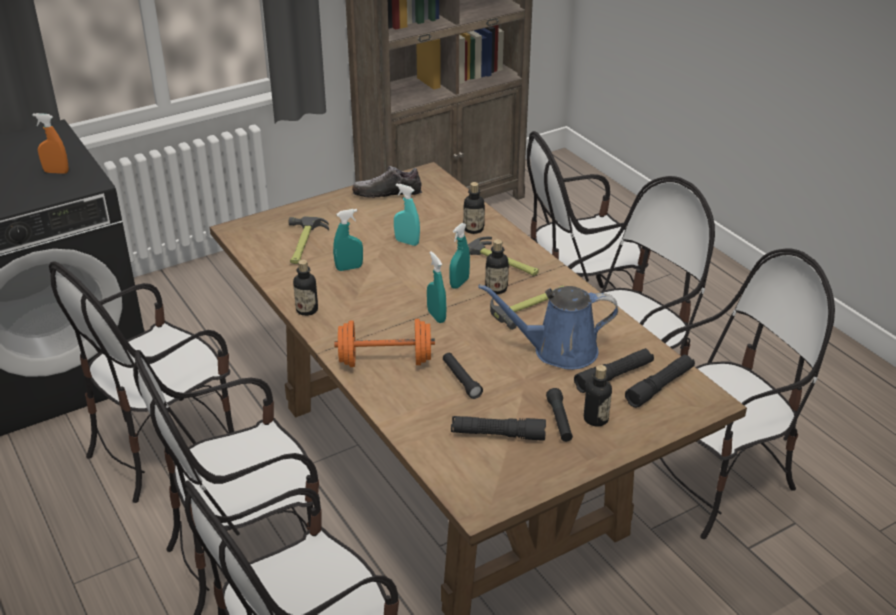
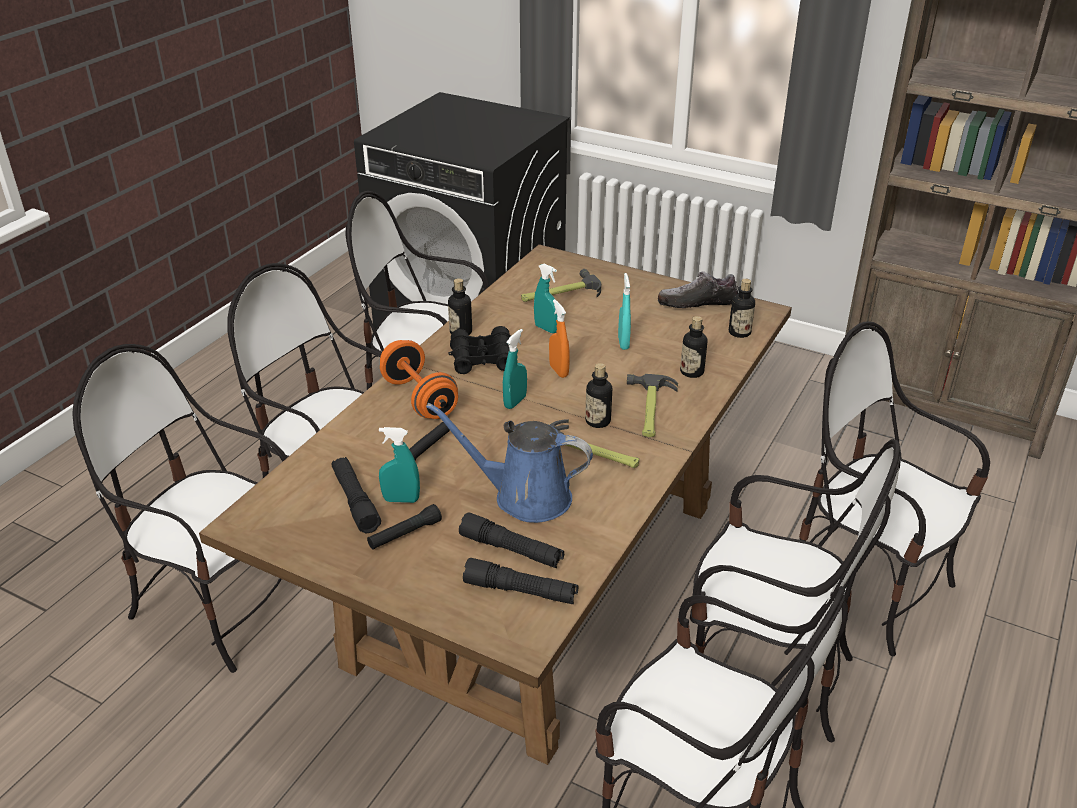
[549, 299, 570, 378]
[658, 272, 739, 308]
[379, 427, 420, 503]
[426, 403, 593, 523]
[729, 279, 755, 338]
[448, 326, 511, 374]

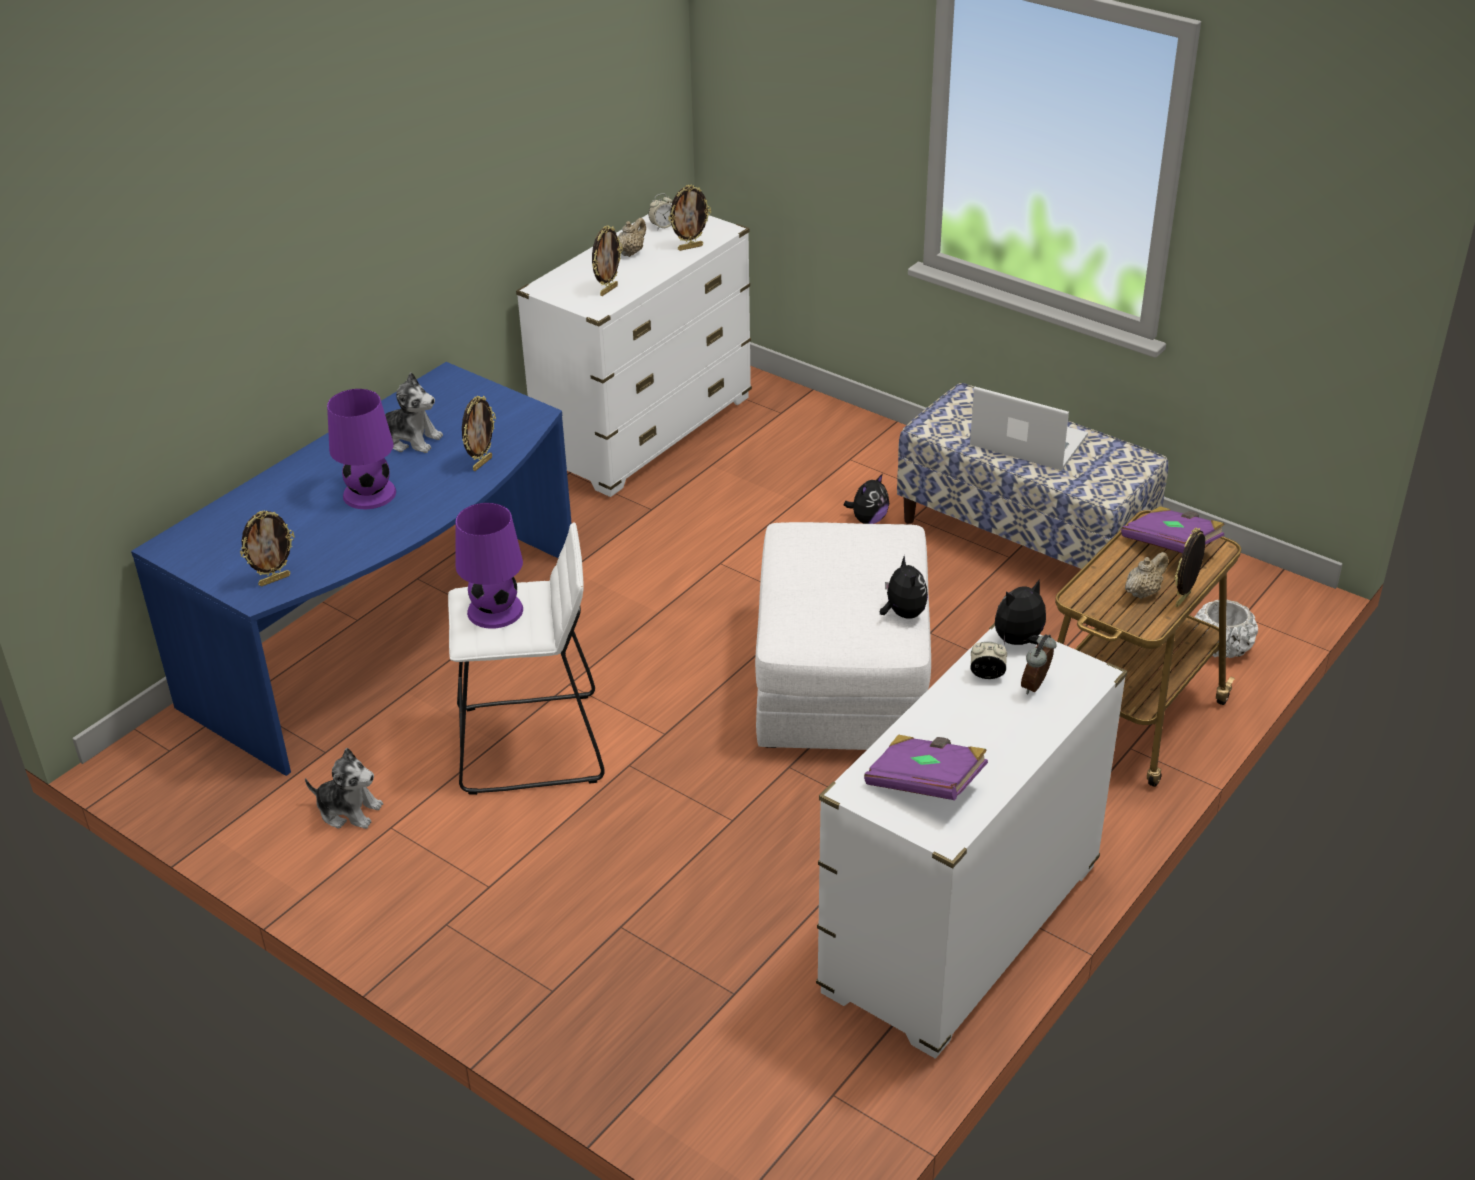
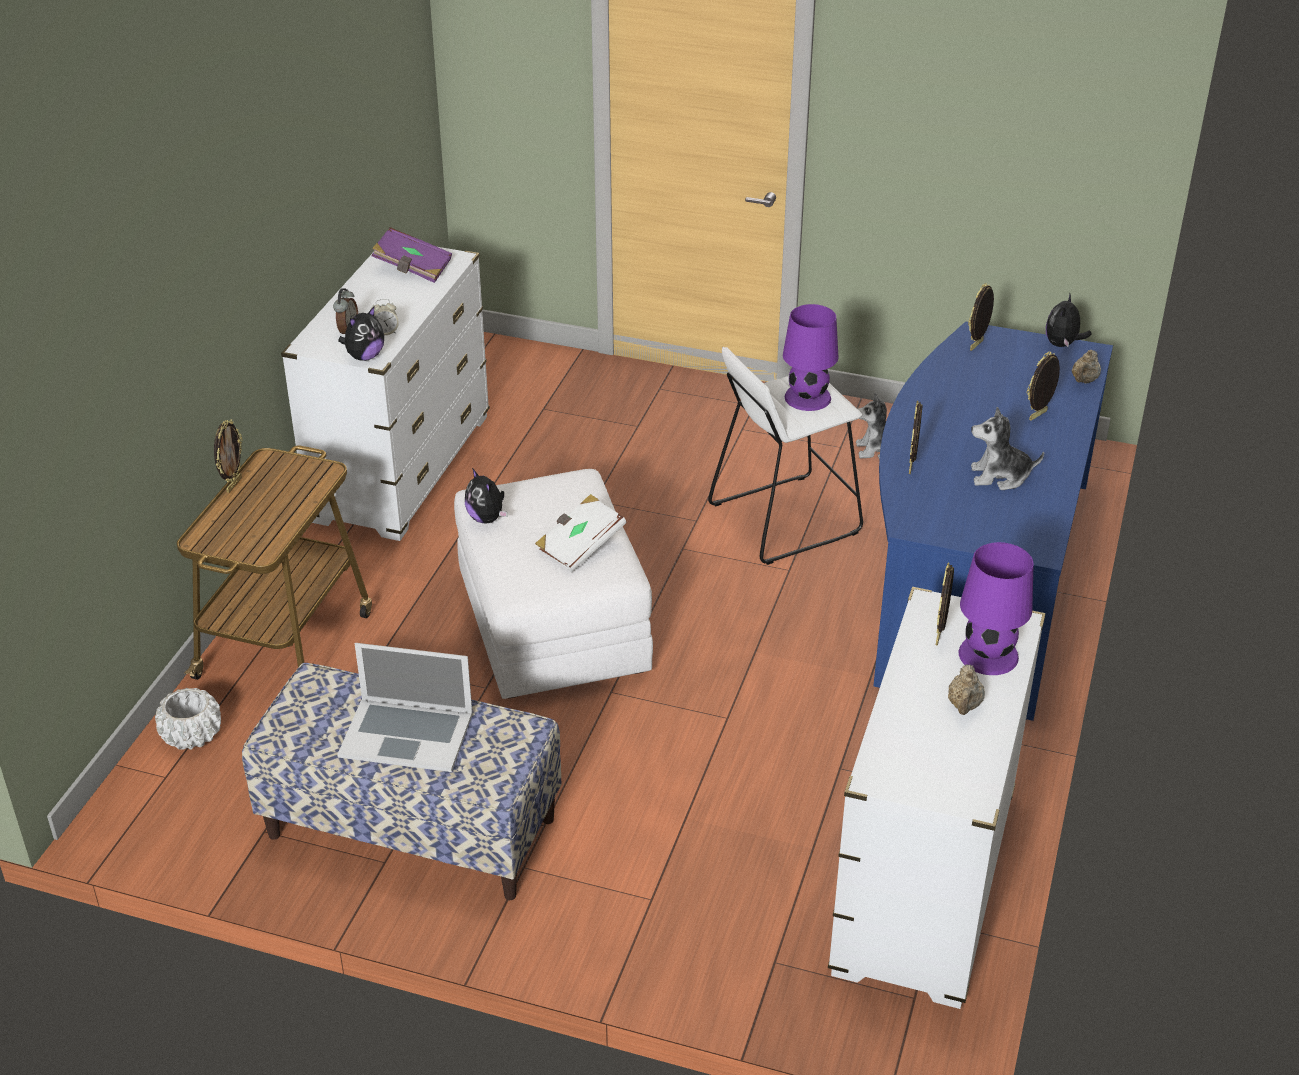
[1027, 352, 1060, 421]
[648, 193, 672, 230] (first image)
[959, 542, 1034, 675]
[1046, 294, 1092, 348]
[1121, 506, 1225, 553] (first image)
[1072, 350, 1101, 383]
[535, 494, 627, 573]

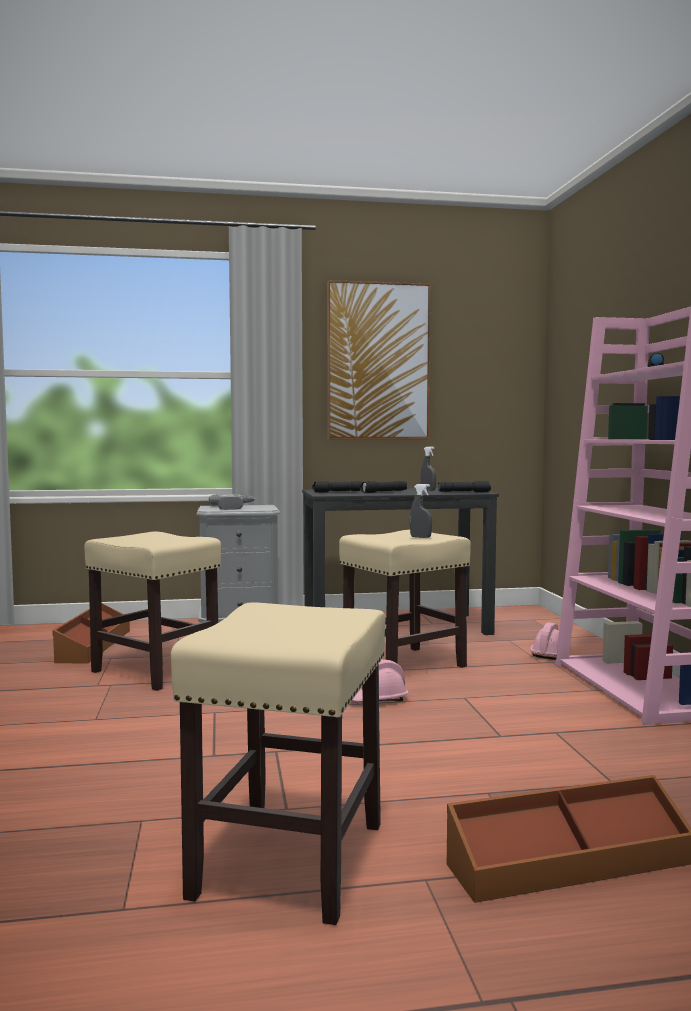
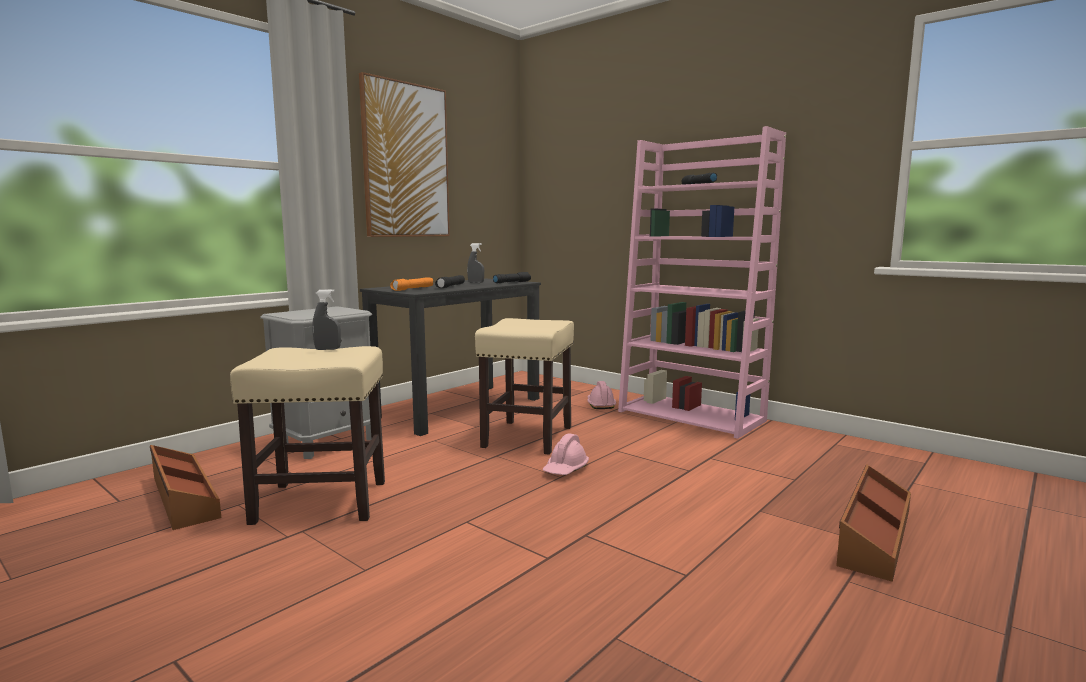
[390, 277, 433, 291]
[312, 289, 341, 350]
[209, 494, 255, 510] (first image)
[171, 602, 385, 925] (first image)

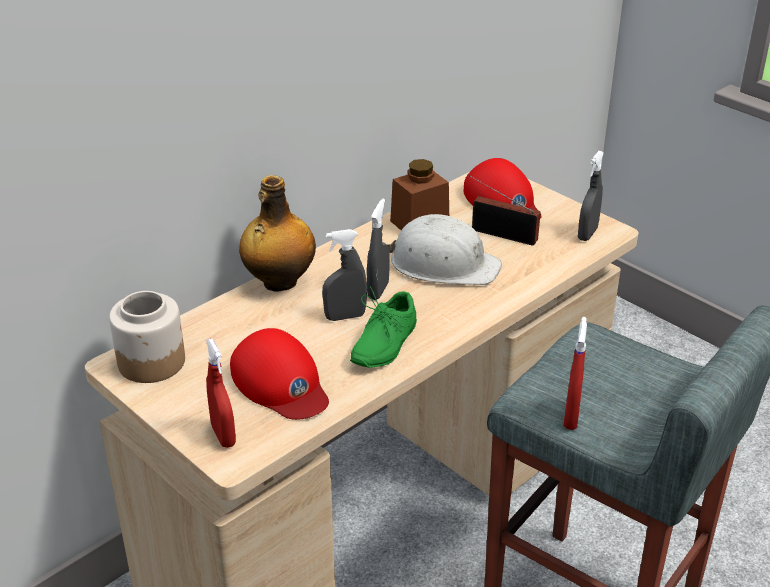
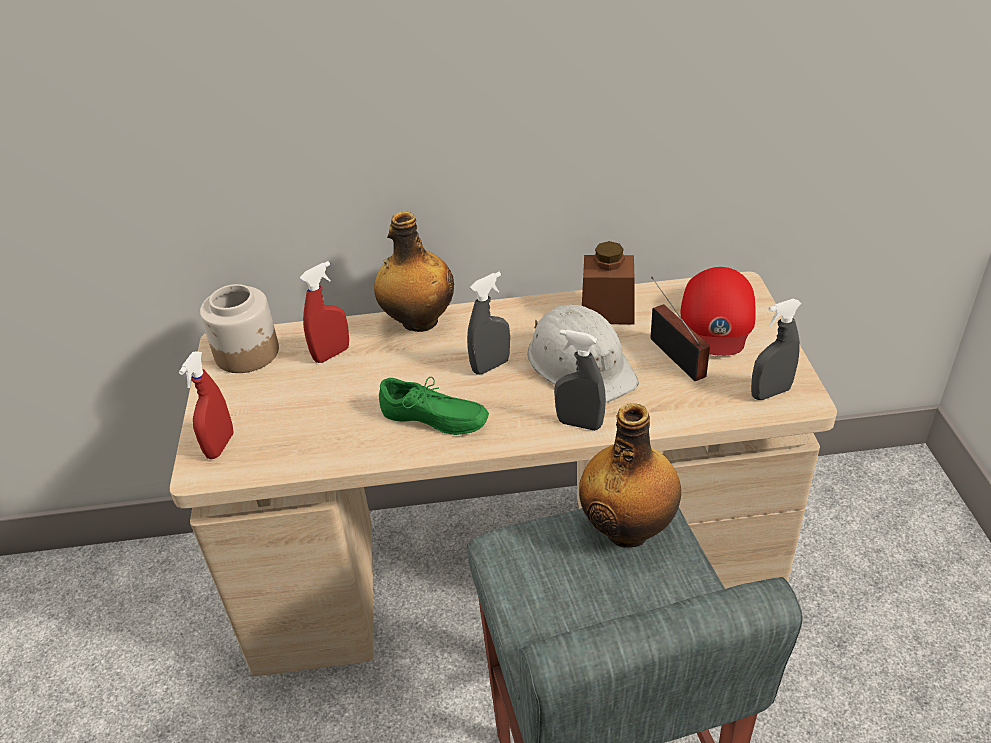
[554, 330, 606, 431]
[379, 377, 489, 435]
[300, 261, 349, 363]
[230, 328, 329, 420] (first image)
[579, 403, 681, 548]

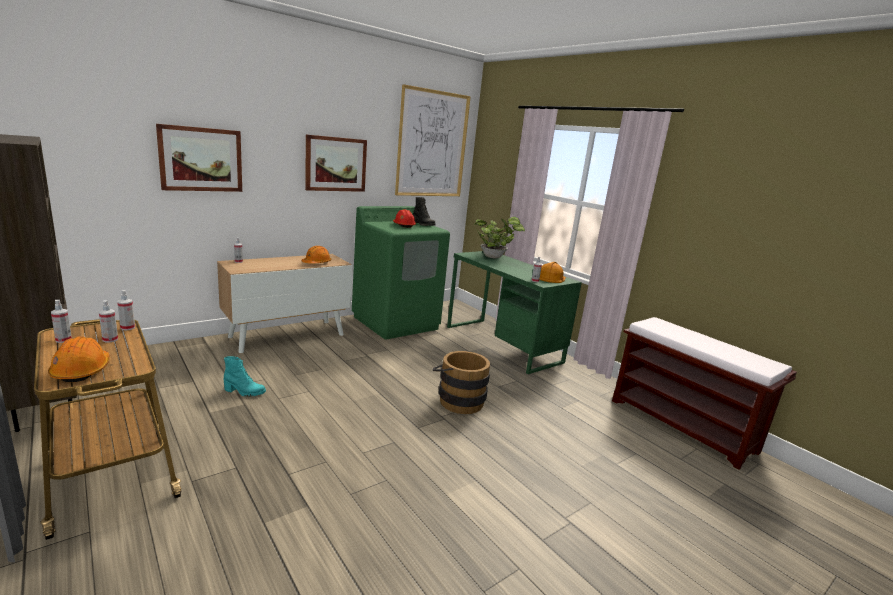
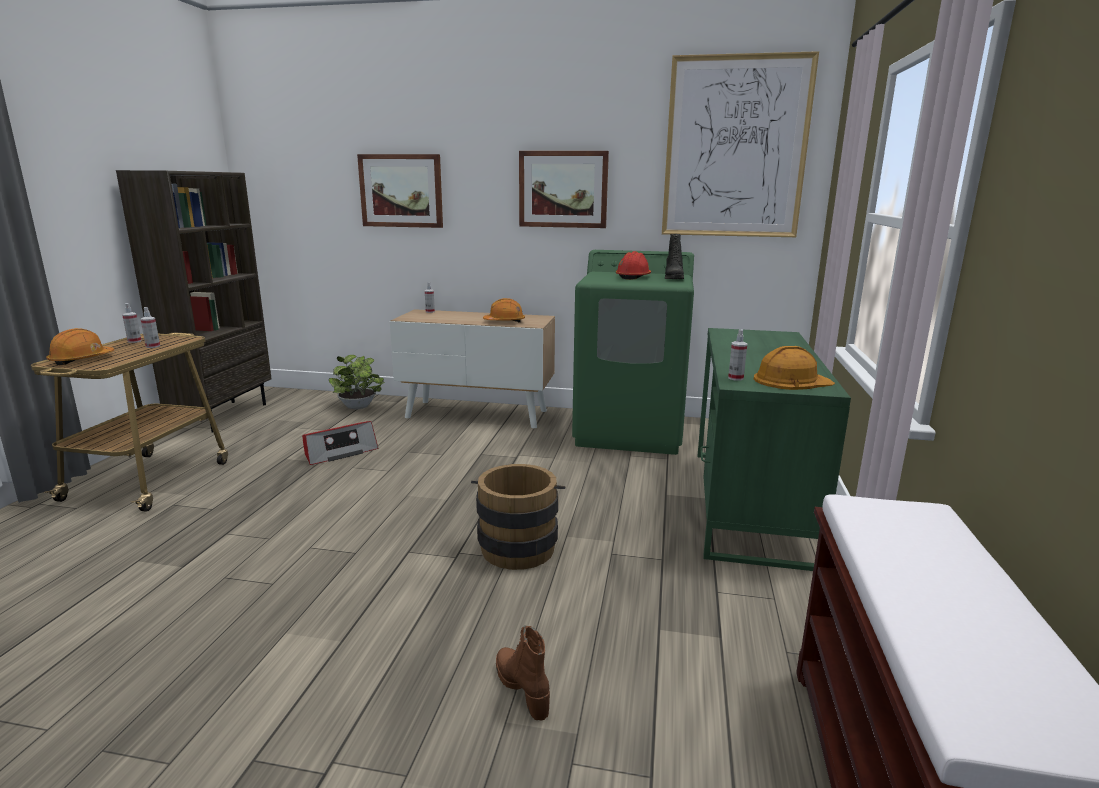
[329, 355, 384, 409]
[117, 290, 135, 330] (first image)
[302, 421, 378, 465]
[496, 626, 550, 721]

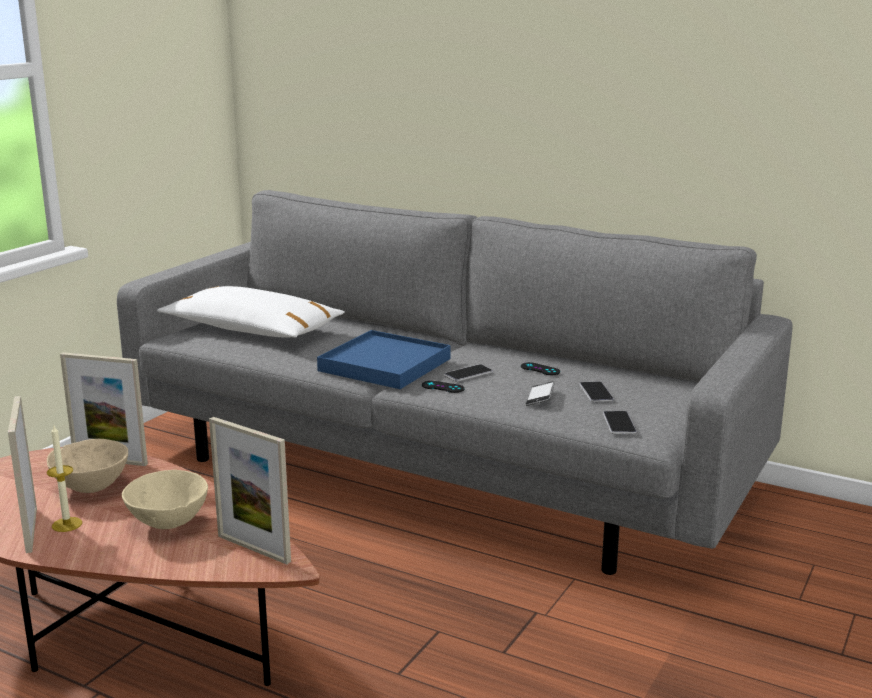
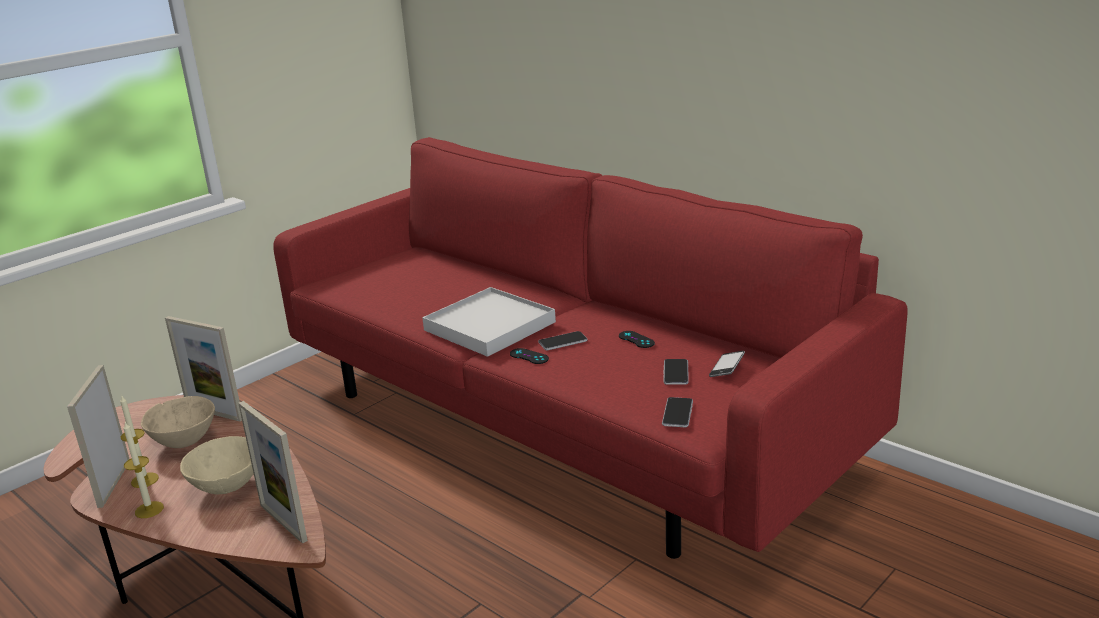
[273, 137, 908, 559]
[158, 286, 345, 338] (first image)
[422, 287, 556, 357]
[709, 351, 745, 377]
[124, 422, 164, 518]

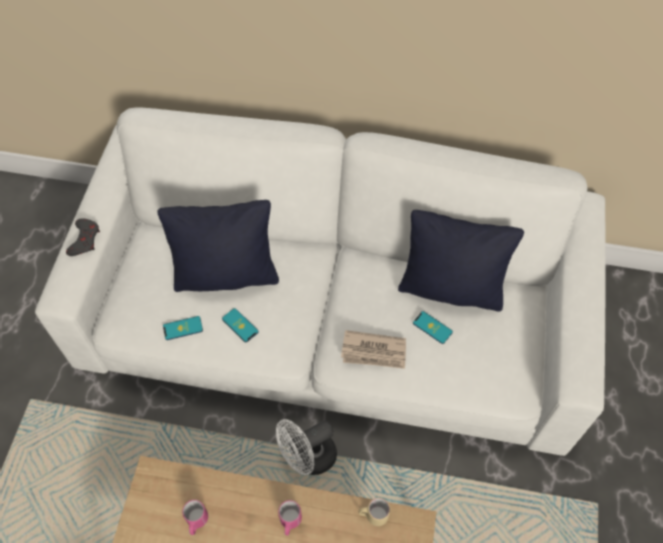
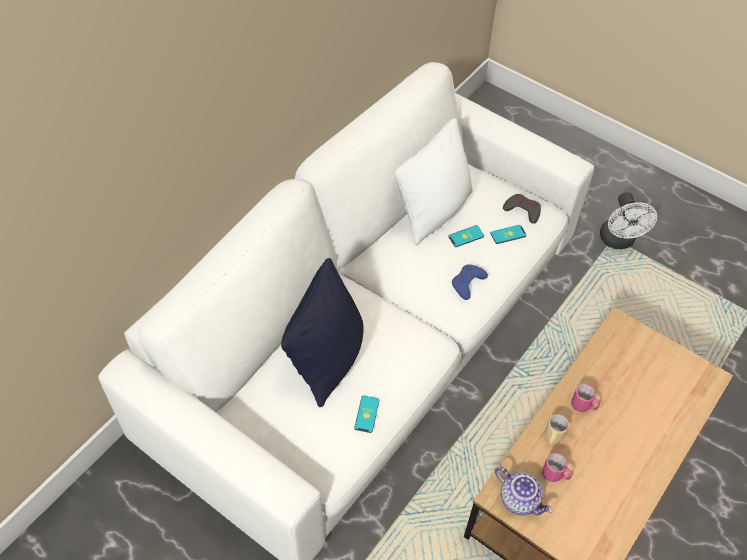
[395, 118, 473, 245]
[503, 194, 541, 224]
[491, 225, 527, 244]
[452, 264, 488, 300]
[600, 192, 657, 249]
[545, 414, 569, 446]
[495, 467, 552, 515]

